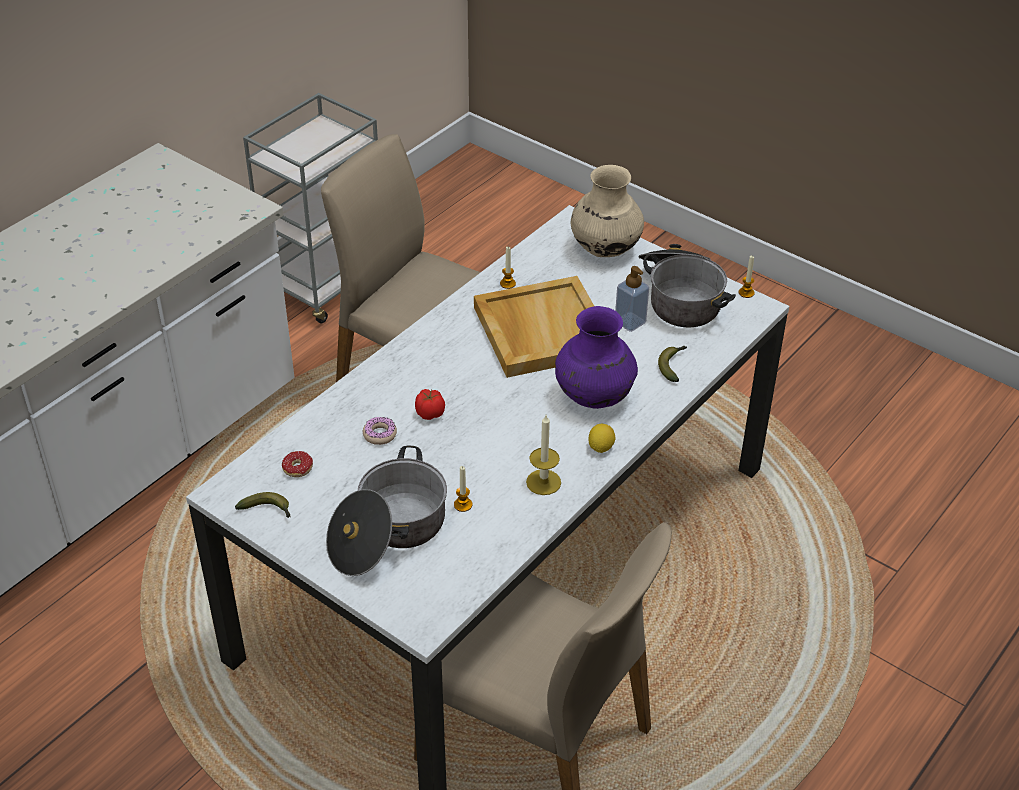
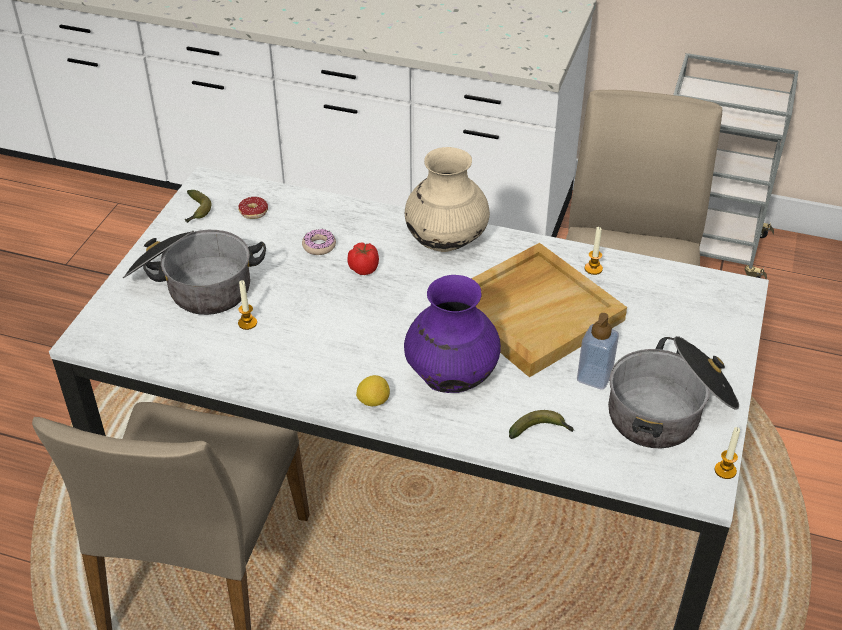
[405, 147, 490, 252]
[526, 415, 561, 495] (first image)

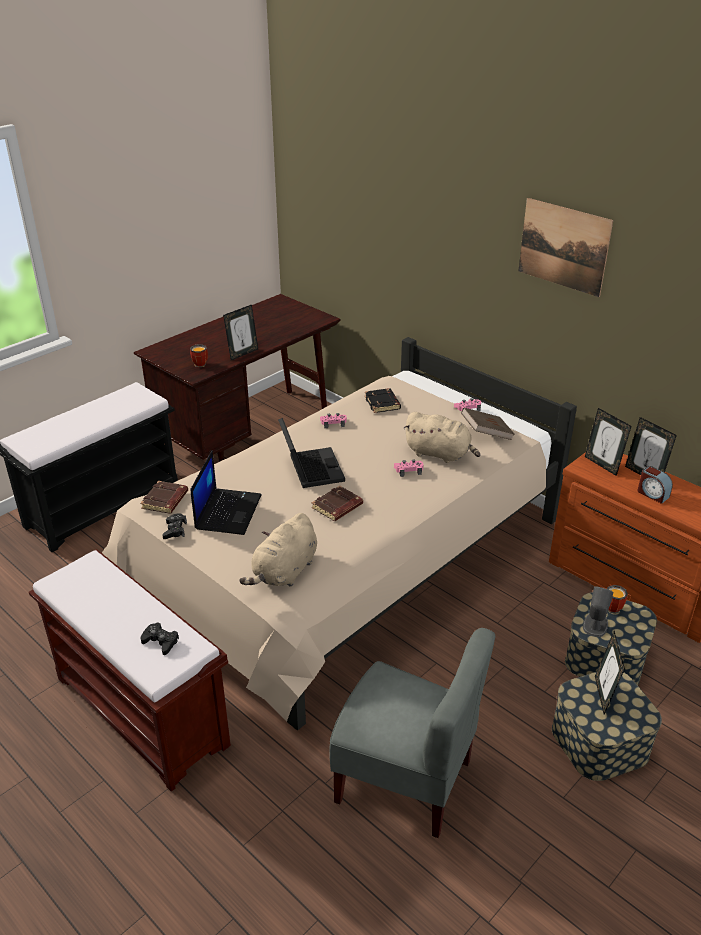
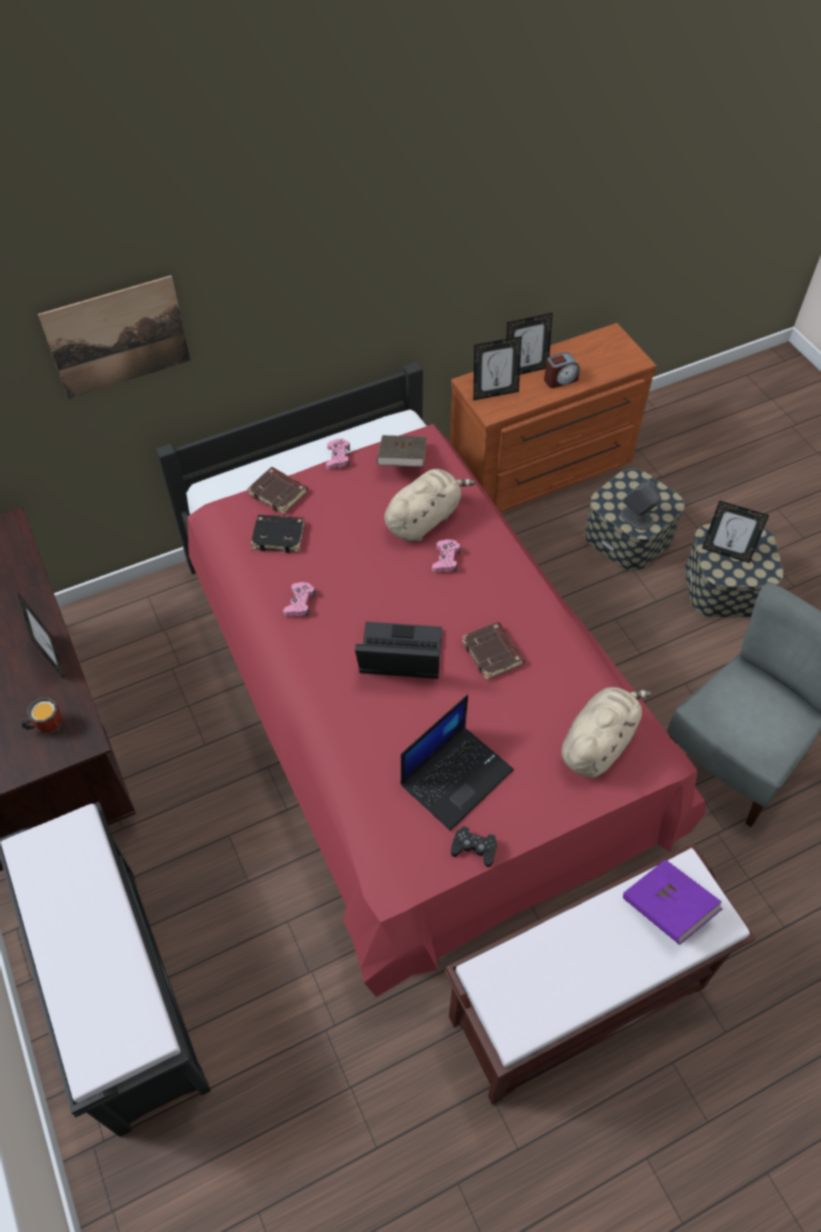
[38, 275, 191, 399]
[156, 362, 705, 997]
[400, 695, 514, 831]
[247, 467, 308, 514]
[561, 687, 652, 778]
[607, 585, 628, 614] (first image)
[623, 859, 722, 945]

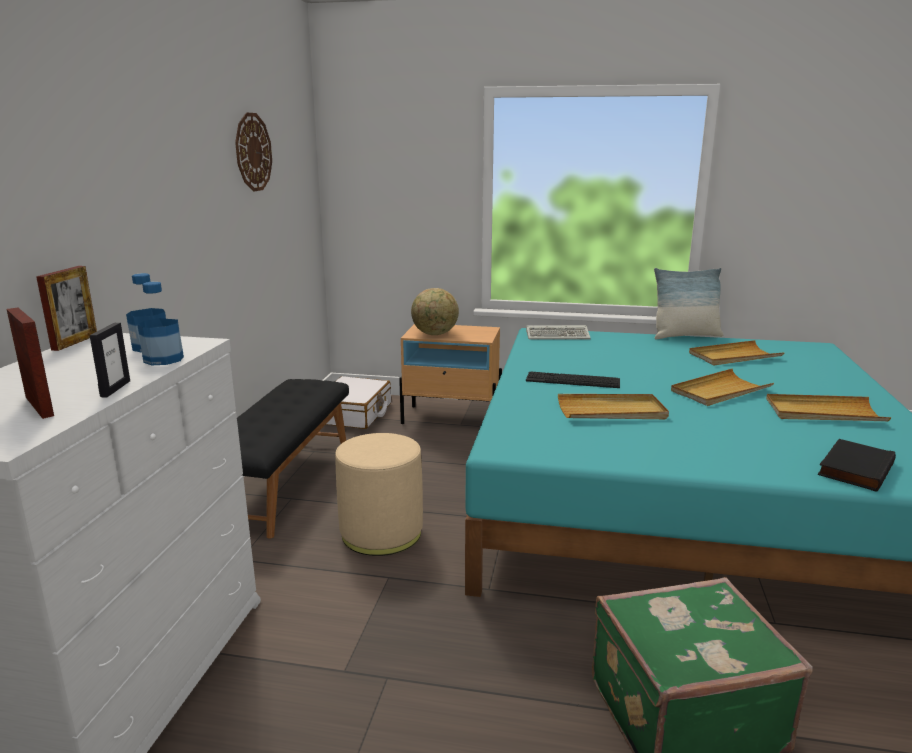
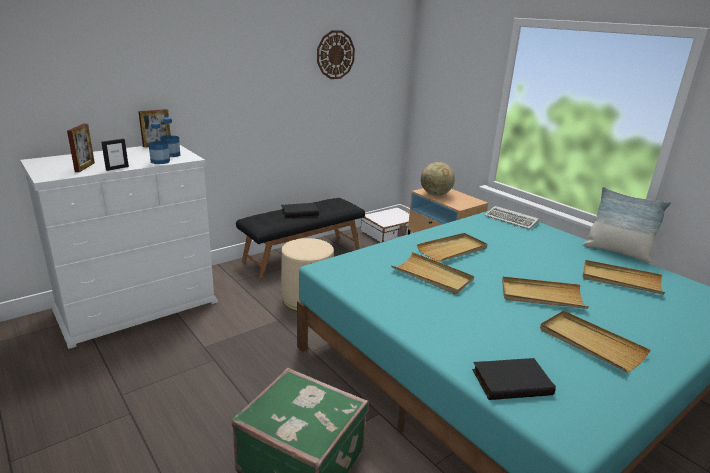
[417, 233, 487, 261]
[281, 203, 319, 218]

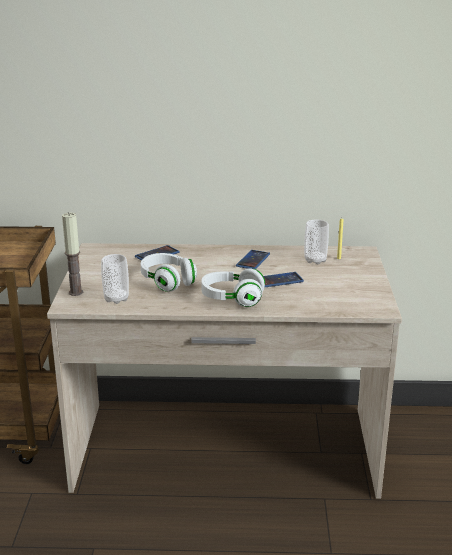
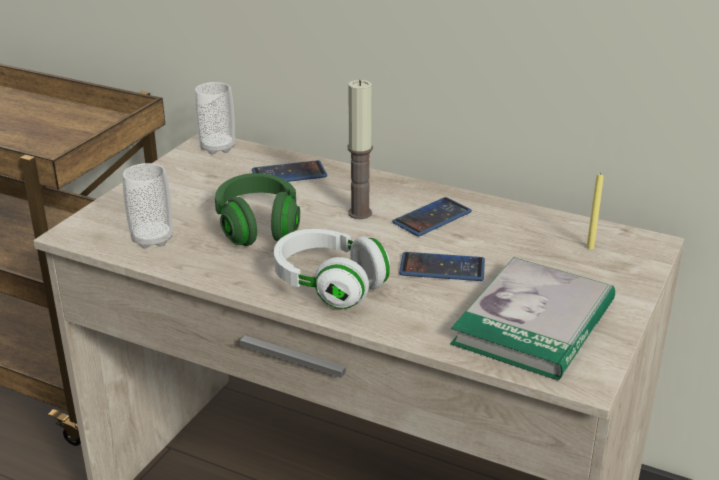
[347, 80, 373, 219]
[195, 82, 235, 155]
[215, 173, 300, 246]
[450, 257, 615, 381]

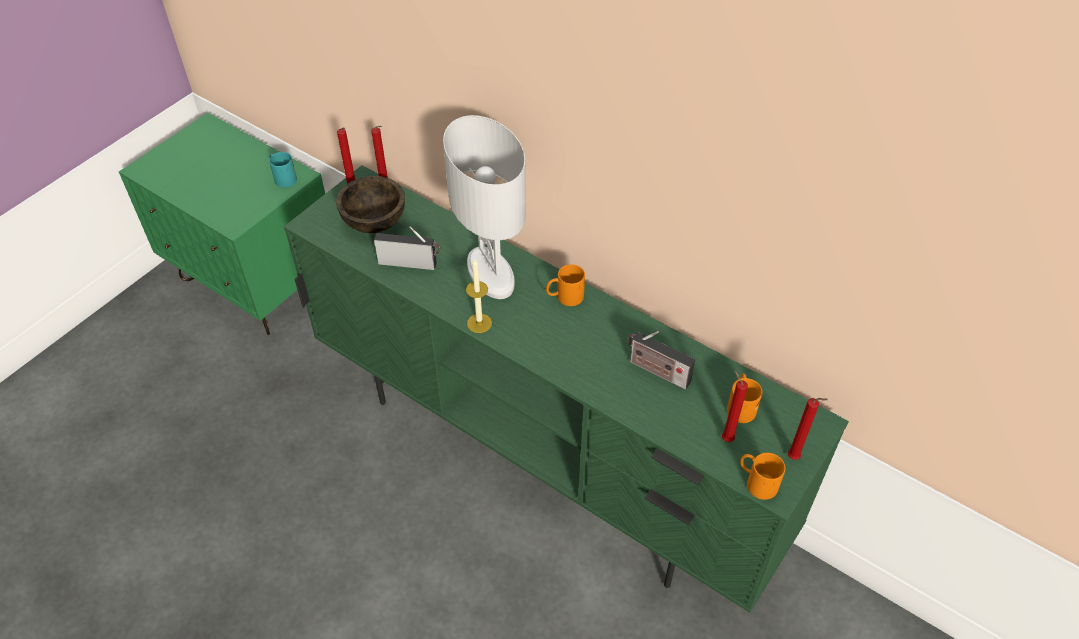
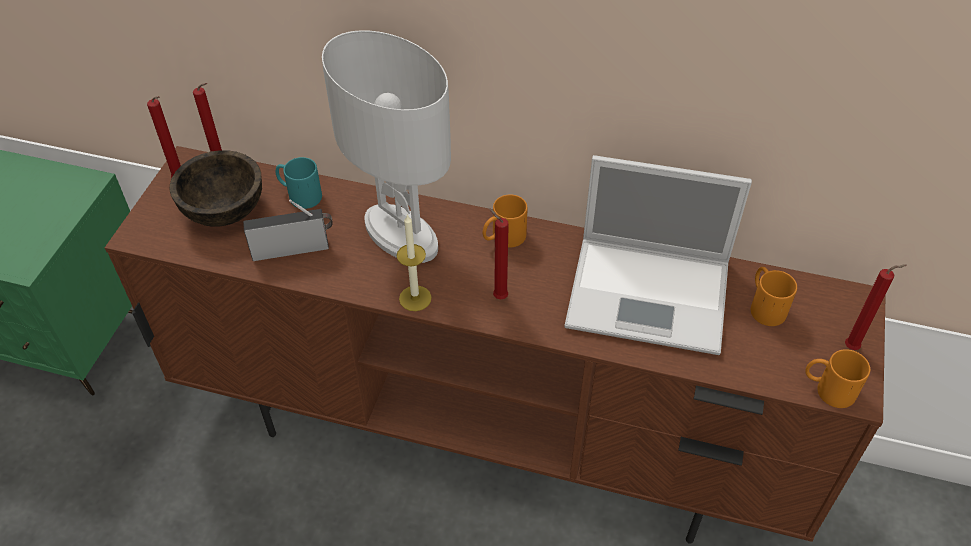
[276, 157, 322, 209]
[105, 146, 886, 544]
[564, 155, 752, 355]
[489, 208, 509, 300]

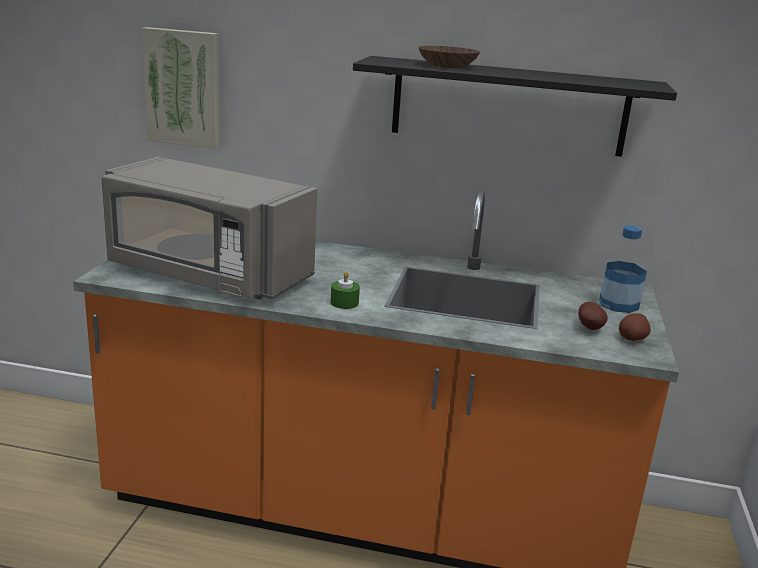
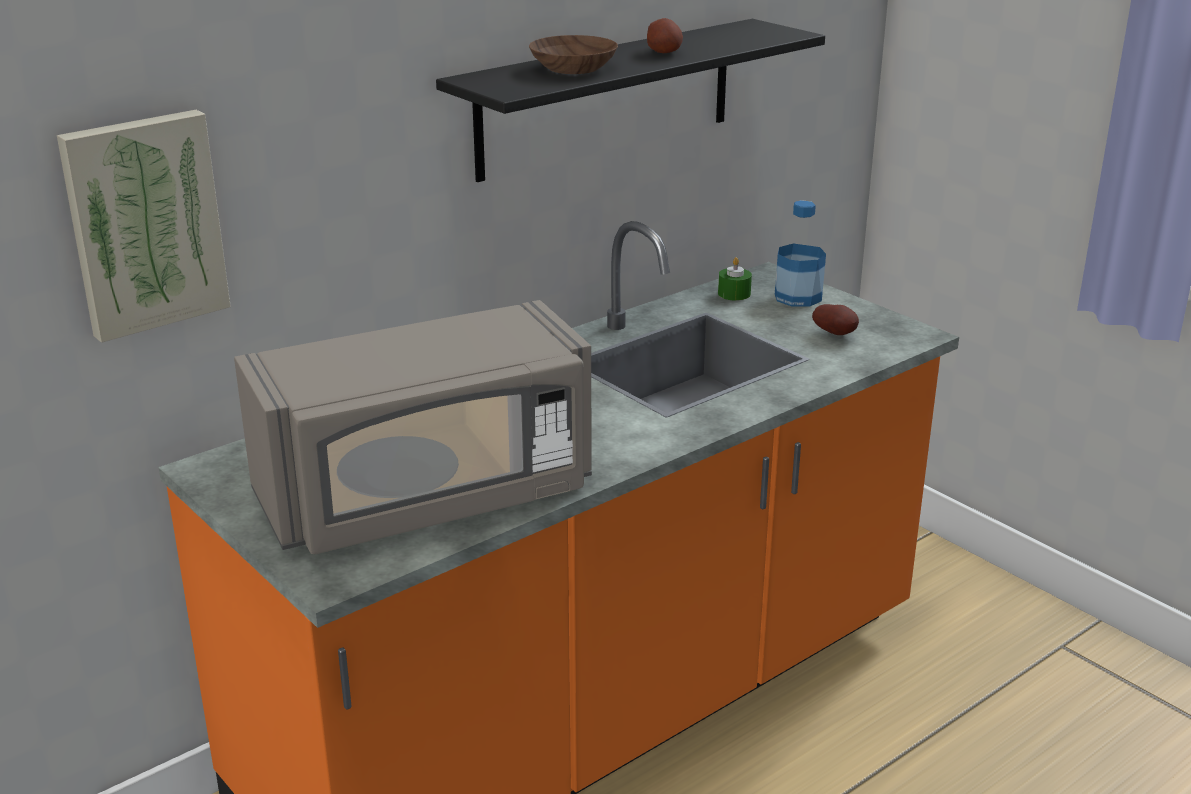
[718, 257, 752, 301]
[647, 18, 683, 53]

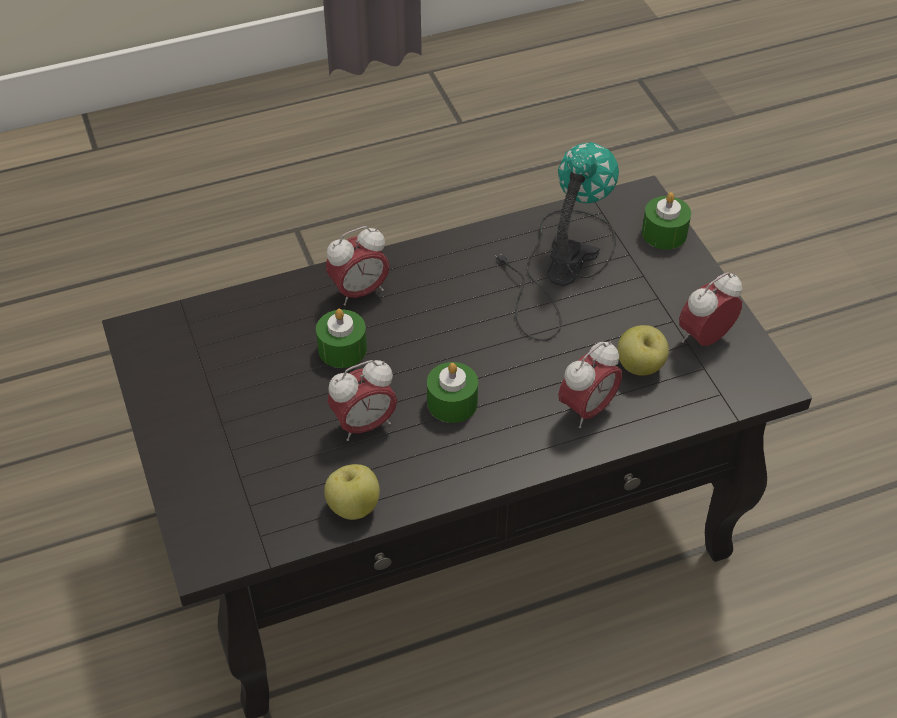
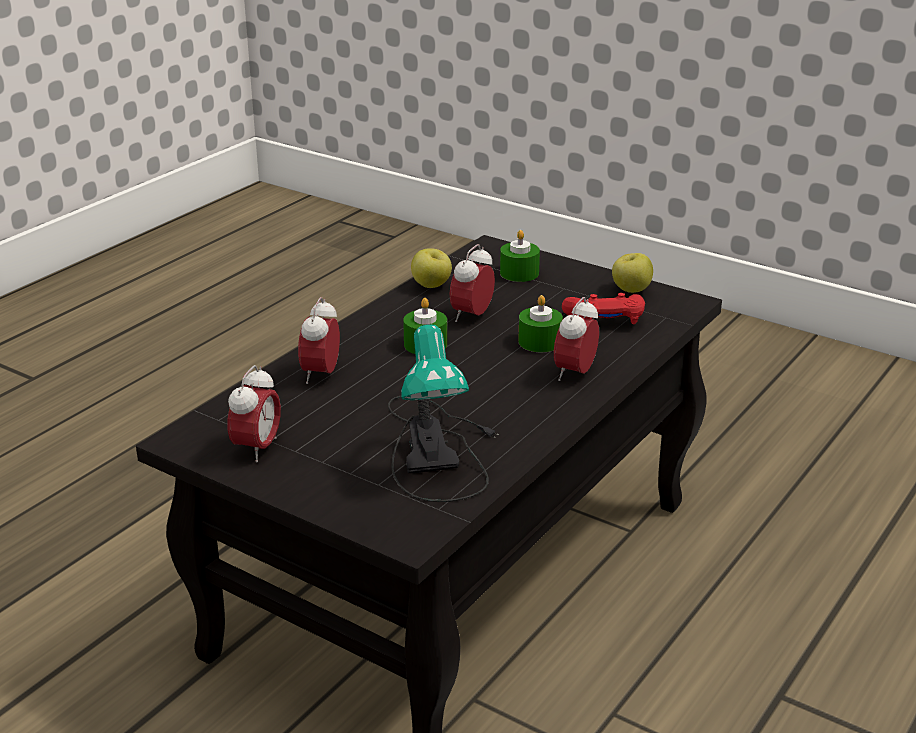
[500, 230, 540, 282]
[612, 253, 653, 293]
[562, 293, 645, 325]

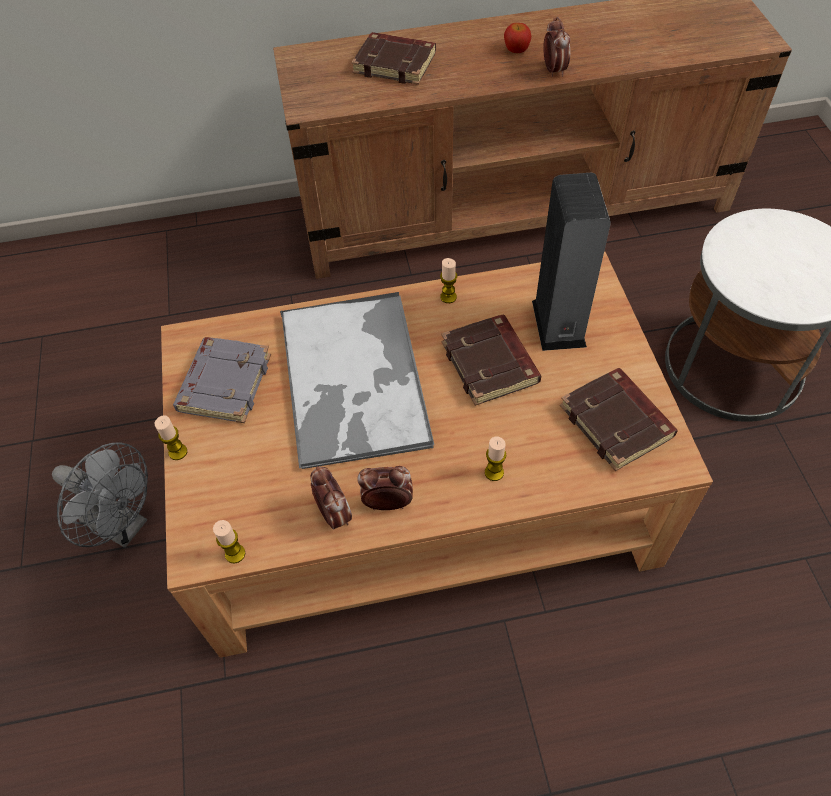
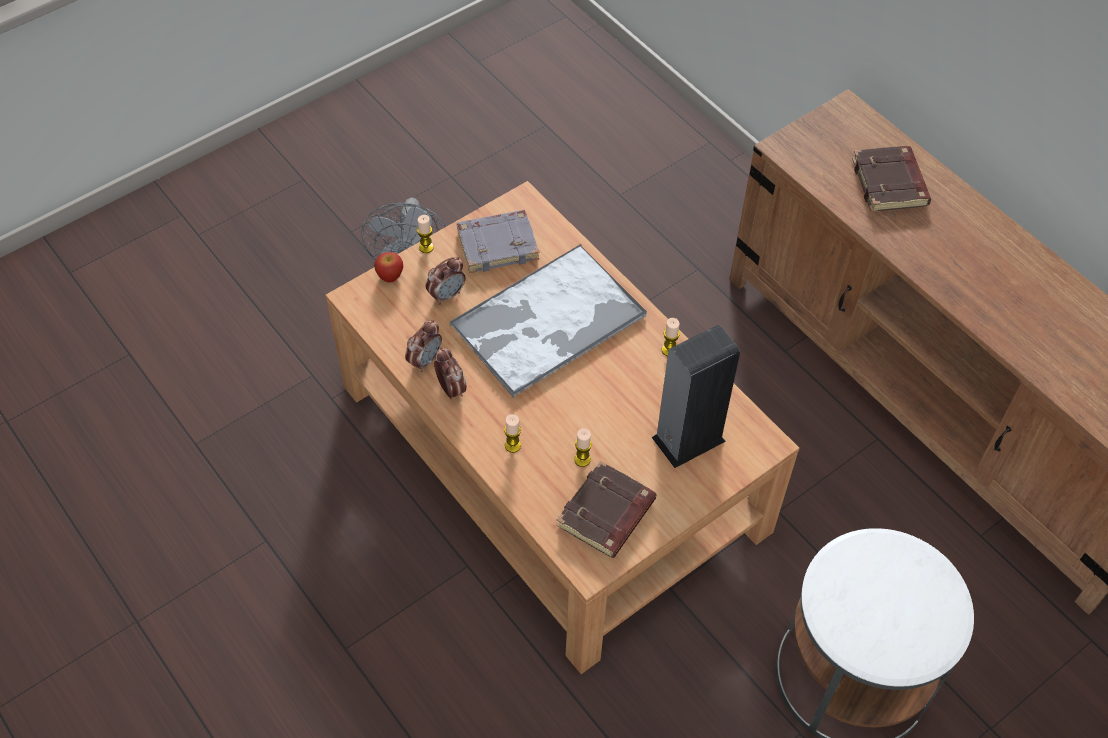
[426, 257, 466, 305]
[374, 252, 403, 283]
[441, 315, 541, 406] (first image)
[574, 428, 592, 467]

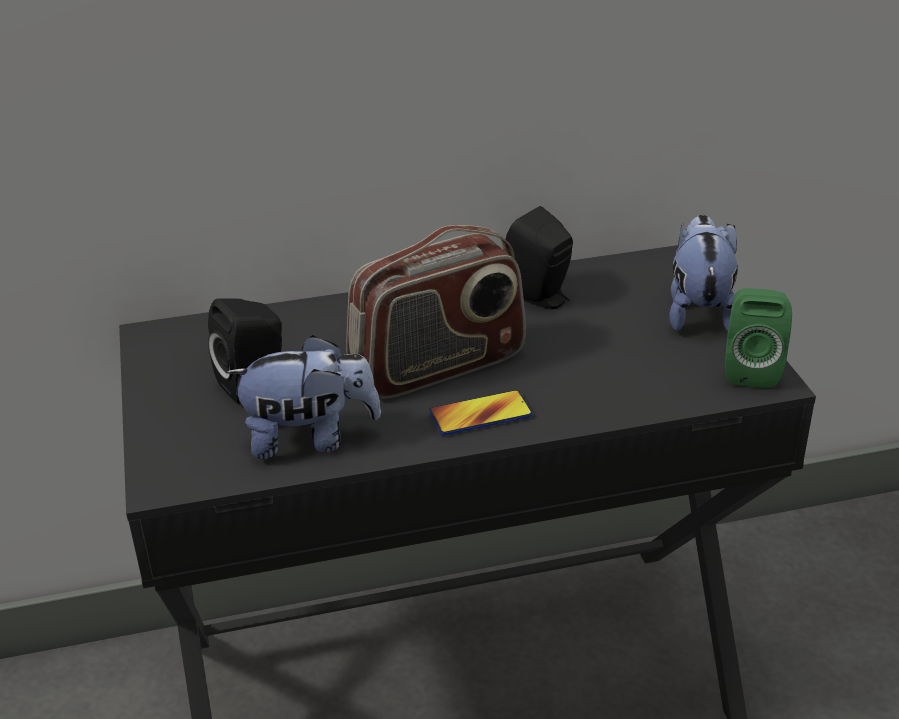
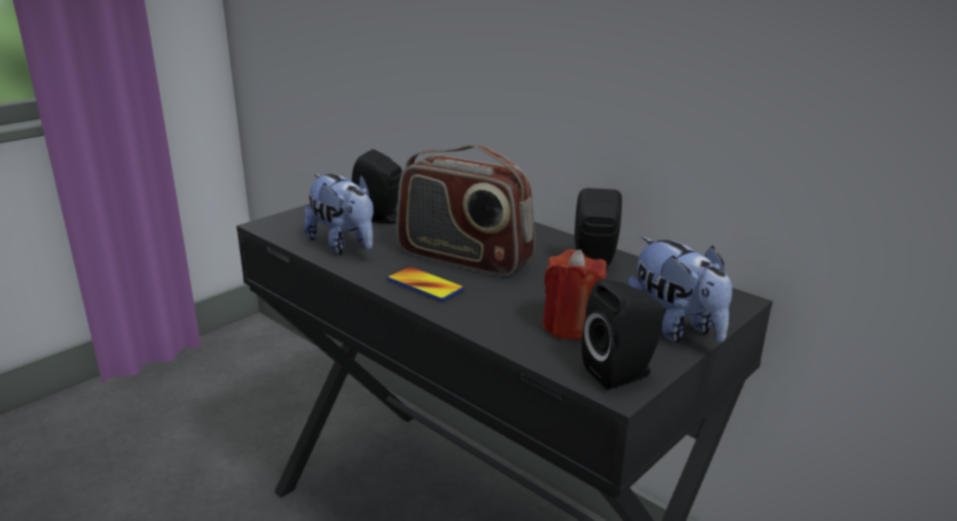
[628, 237, 732, 343]
[582, 279, 665, 389]
[543, 250, 607, 340]

